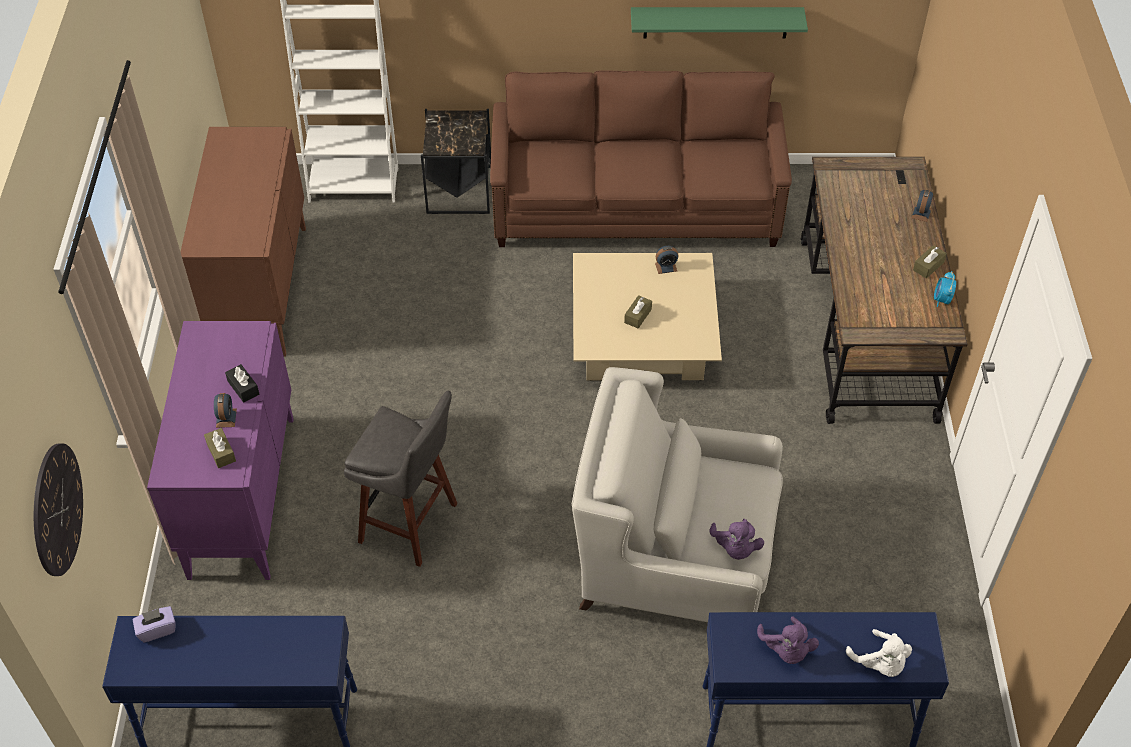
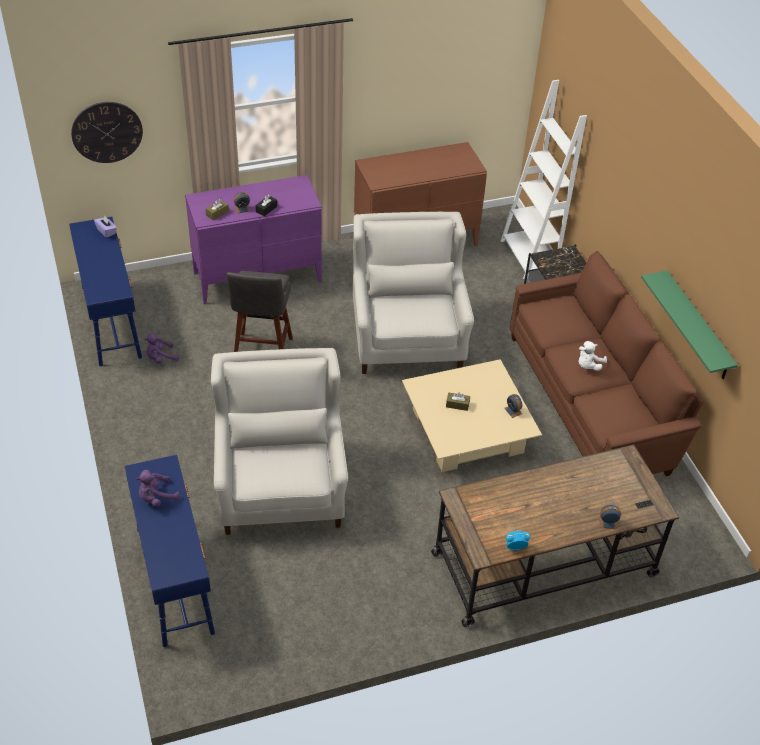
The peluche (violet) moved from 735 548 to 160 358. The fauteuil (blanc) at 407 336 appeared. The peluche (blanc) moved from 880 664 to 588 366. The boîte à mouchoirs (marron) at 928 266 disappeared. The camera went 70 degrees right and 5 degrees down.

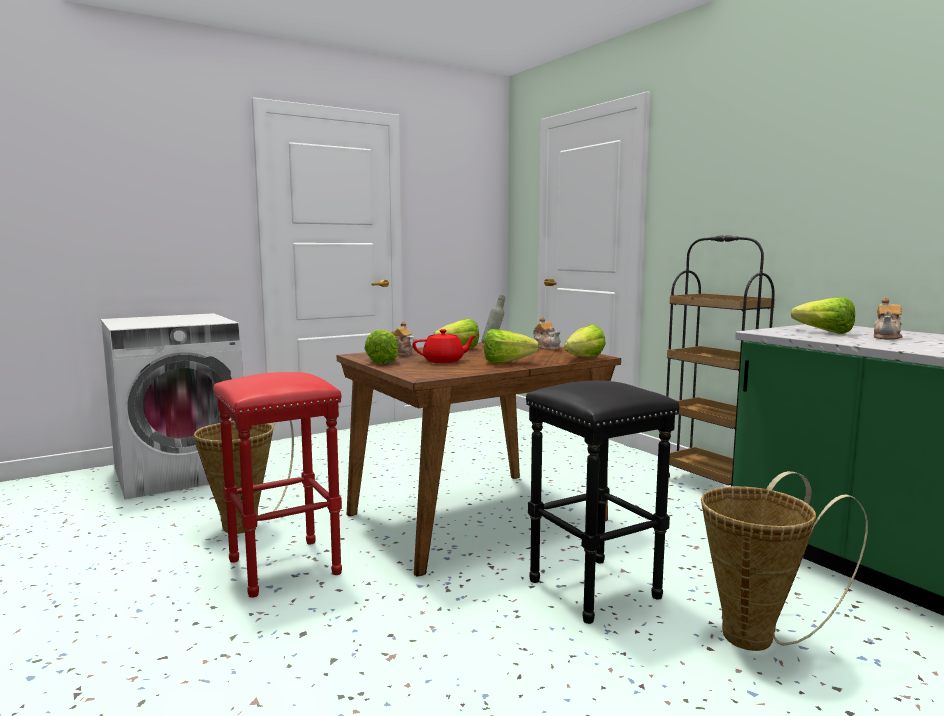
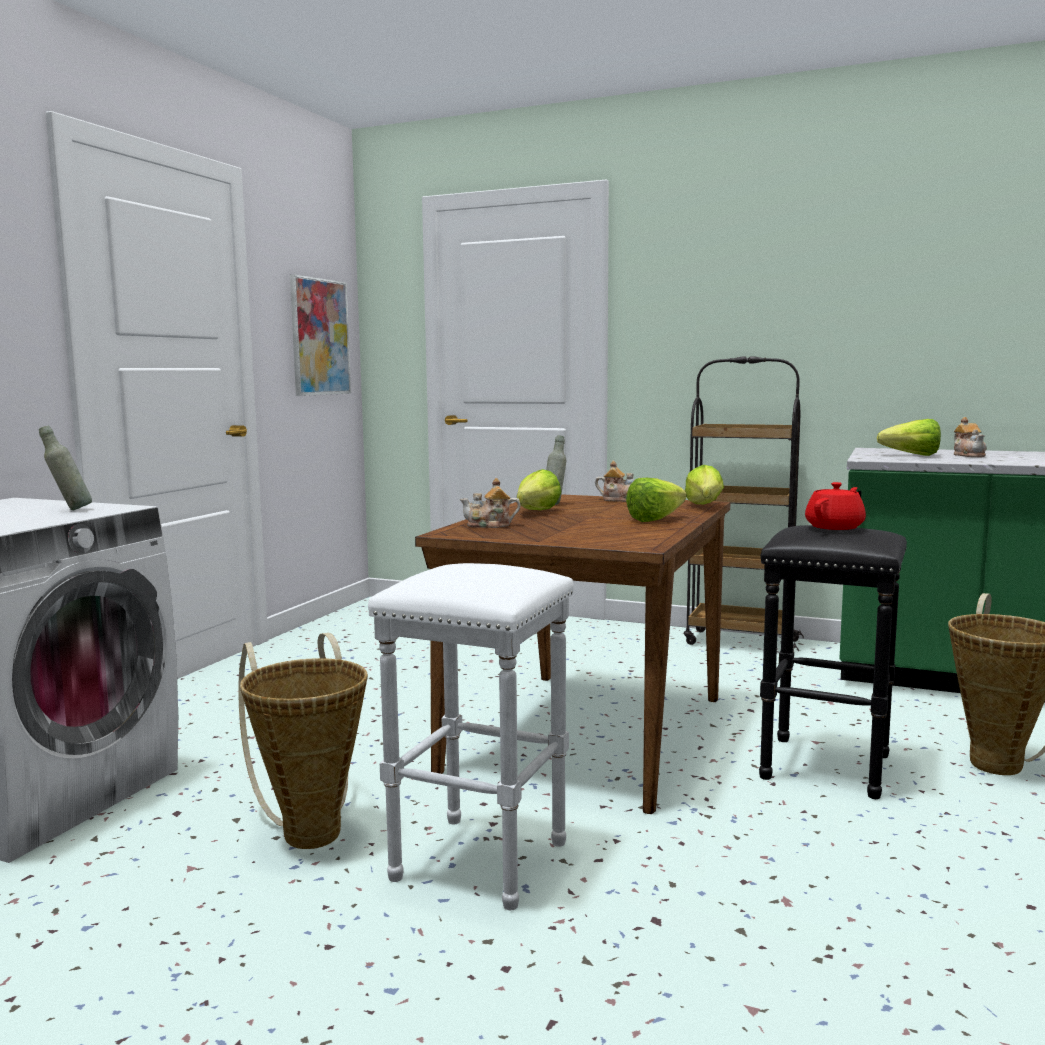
The bouteille (gris) at 69 510 appeared. The tableau at 319 337 appeared. The tabouret (rouge) at 281 566 became the tabouret (blanc) at 475 861. The théière (rouge) moved from 444 361 to 835 527. The laitue at 384 360 disappeared. The camera went 35 degrees left and 0 degrees up.

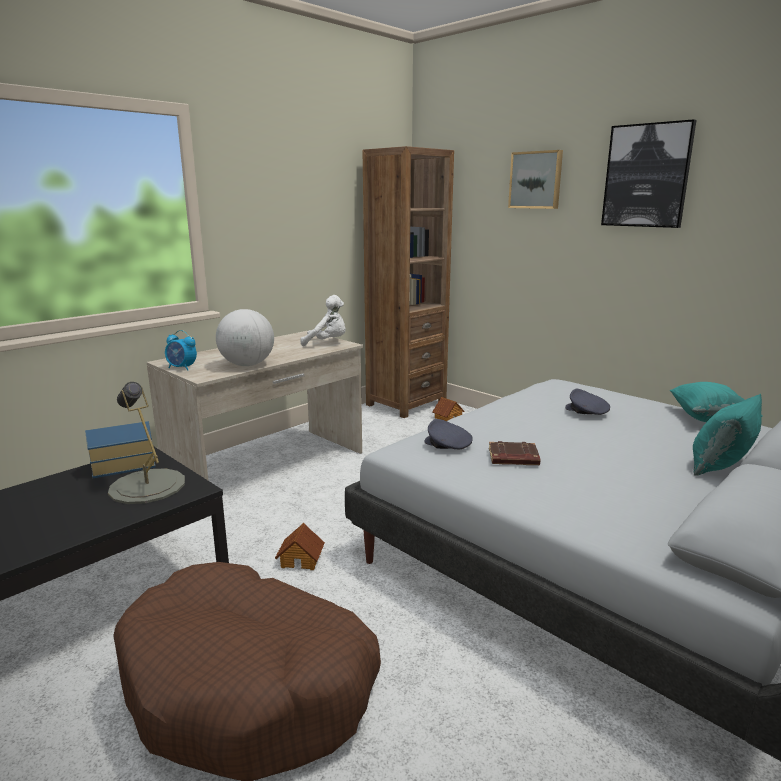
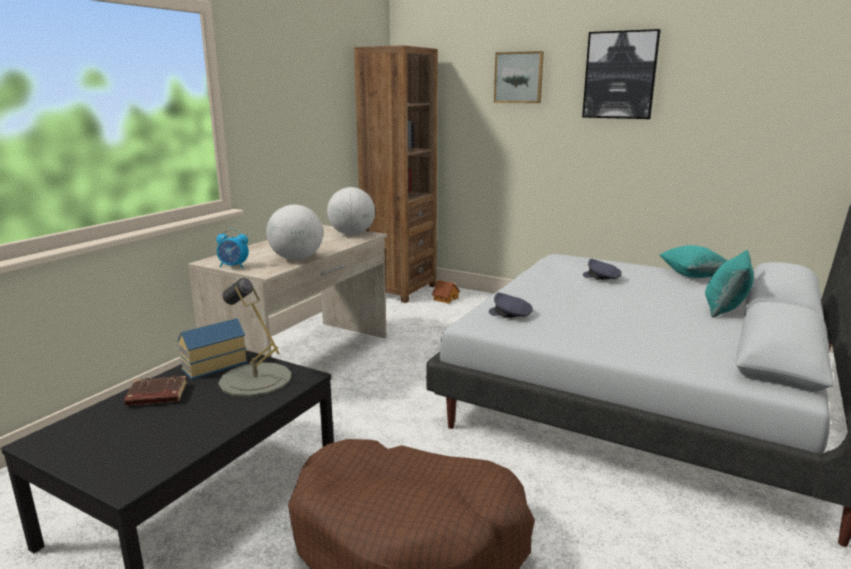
The livre (marron) moved from 513 458 to 156 396. The peluche (blanc) at 327 343 was replaced by the globe at 352 234. The maison miniature at 301 559 disappeared. The camera went 15 degrees left and 0 degrees up.

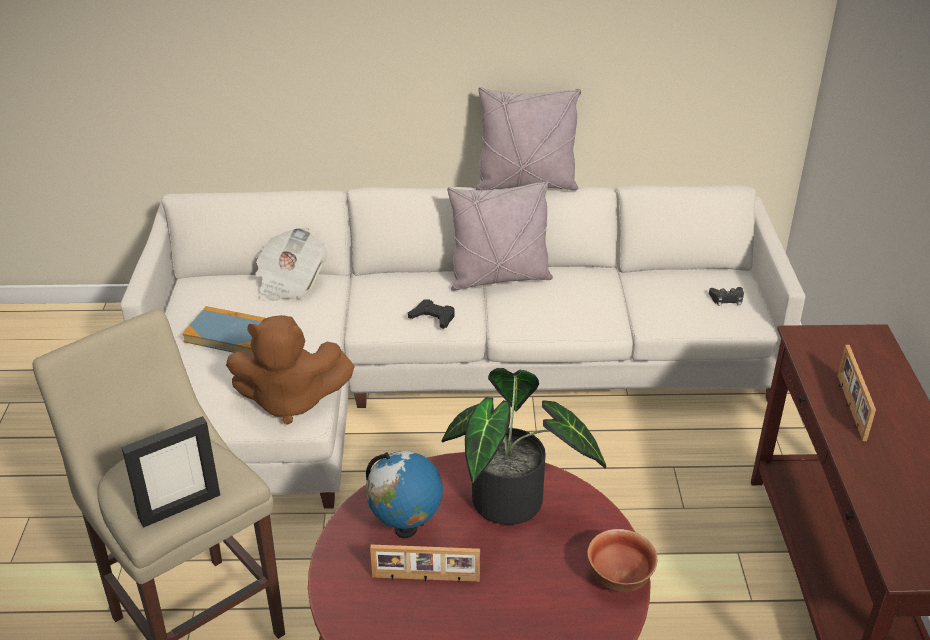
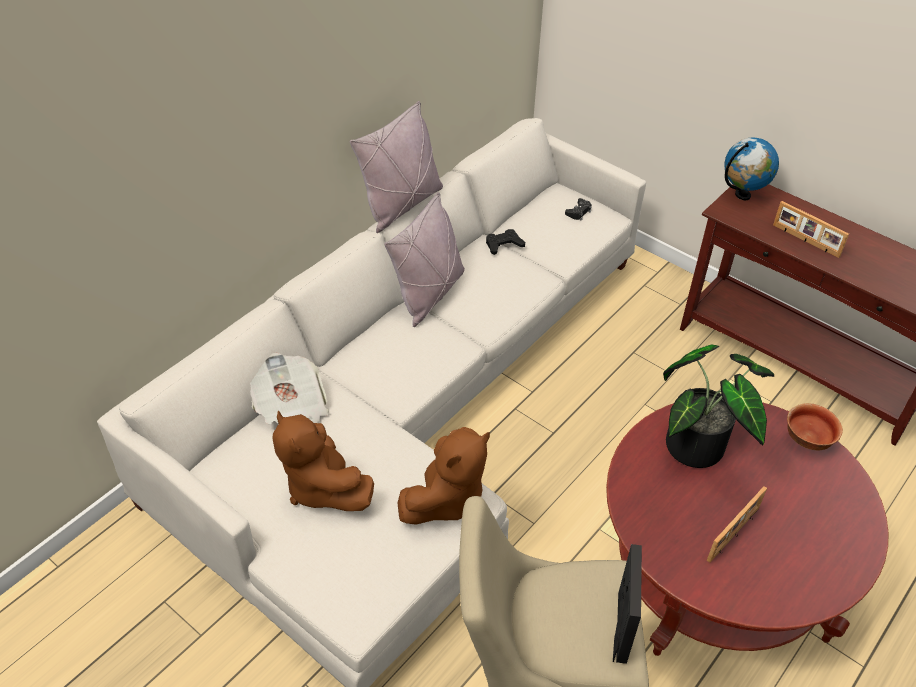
The livre at 232 335 was replaced by the peluche (marron) at 322 486. The manette (noir) moved from 433 317 to 503 245. The globe moved from 405 529 to 742 195. The camera went 50 degrees left and 10 degrees up.

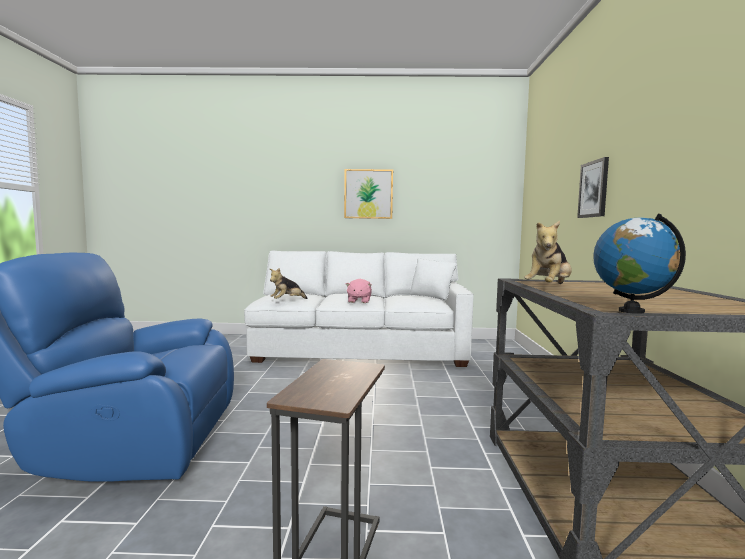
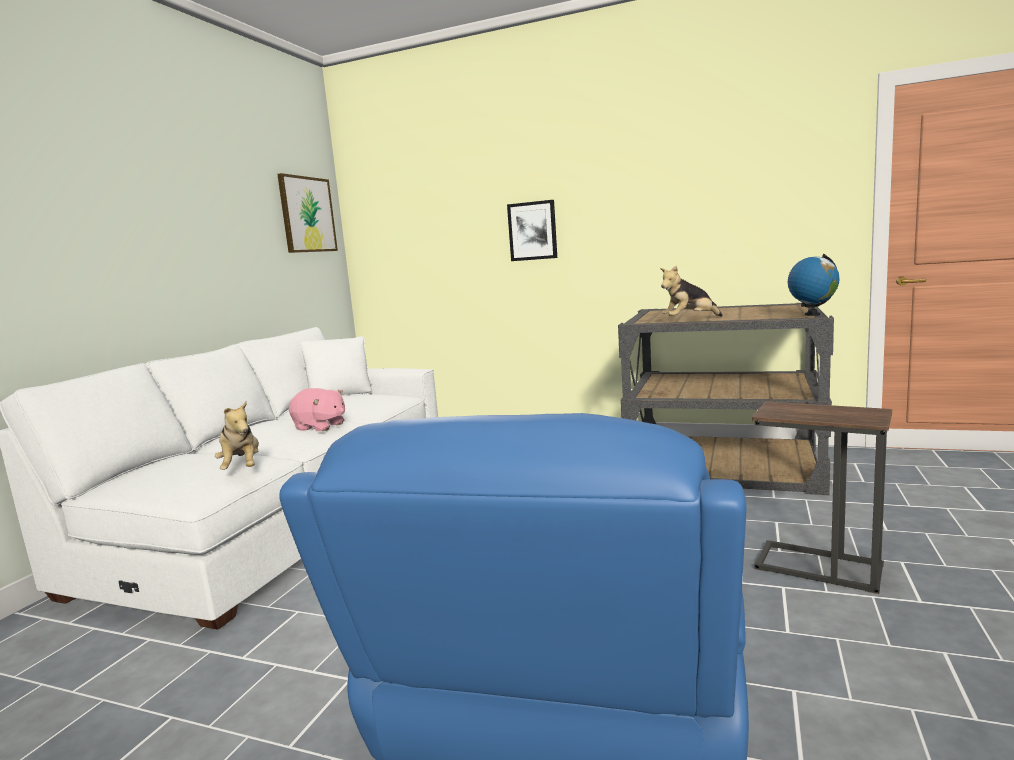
The tableau moved from 368 194 to 307 214. The peluche at 549 288 turned 105 degrees clockwise. The camera went 70 degrees left and 5 degrees up.

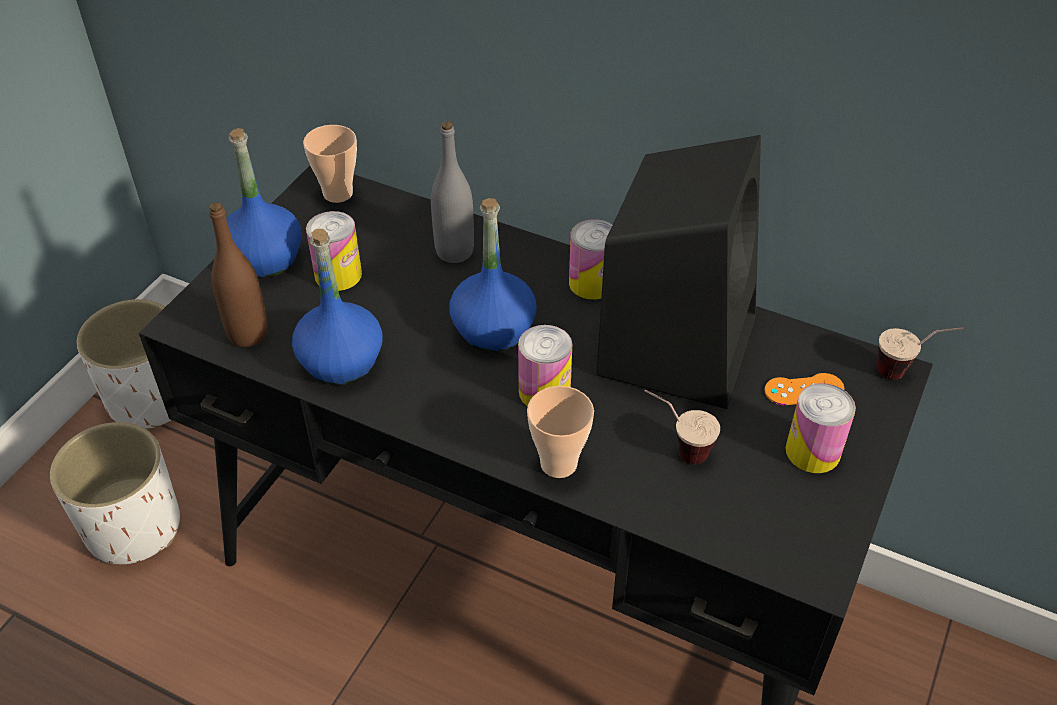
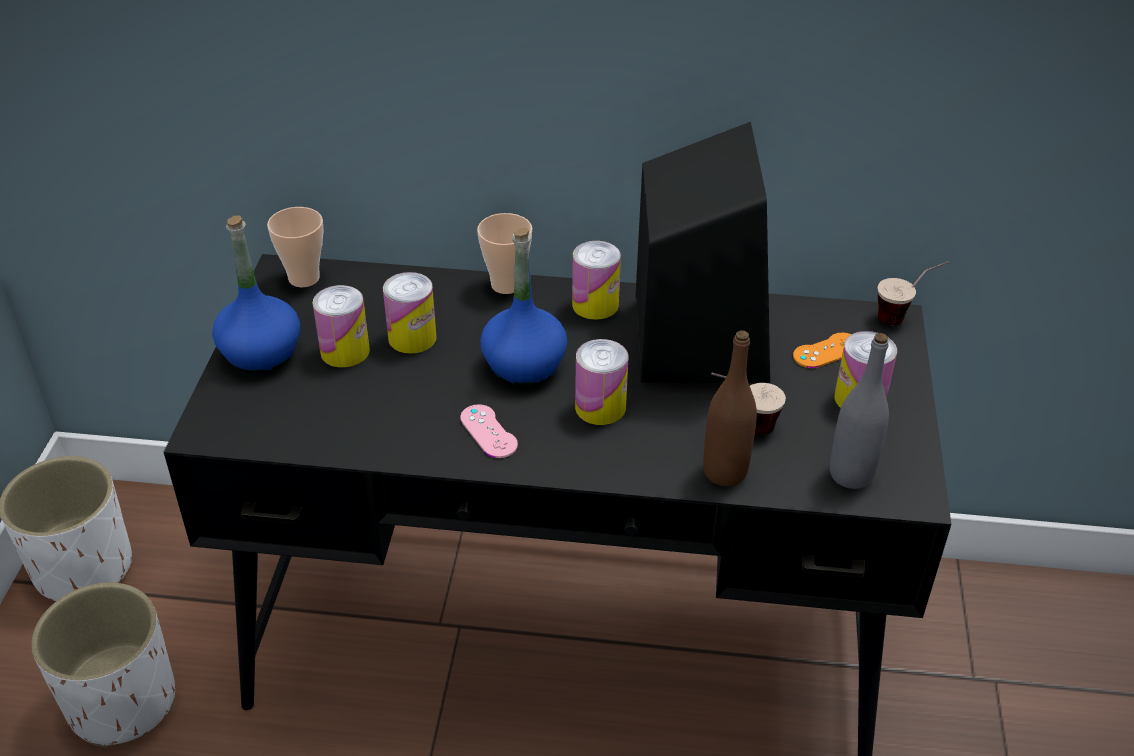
The boîte métallique at 412 338 appeared. The manette (rose) at 488 431 appeared. The tasse moved from 558 463 to 506 285. The bouteille (marron) moved from 248 334 to 725 472. The bouteille (gris) moved from 454 251 to 851 474. The bouteille (bleu) at 341 361 disappeared. The camera went 20 degrees left and 5 degrees down.

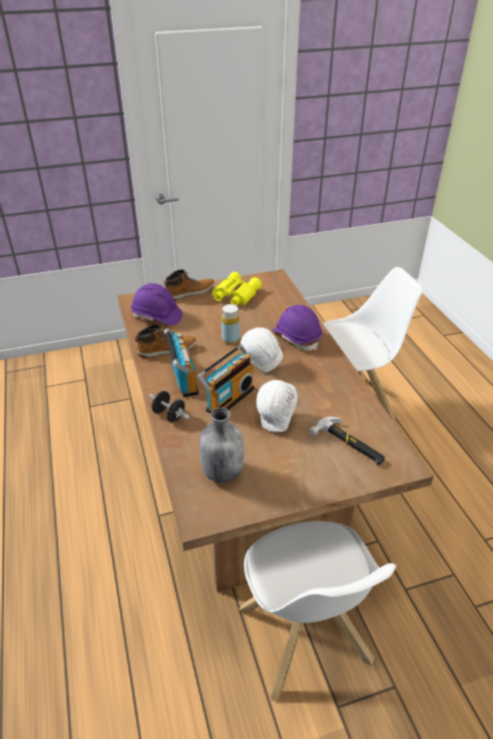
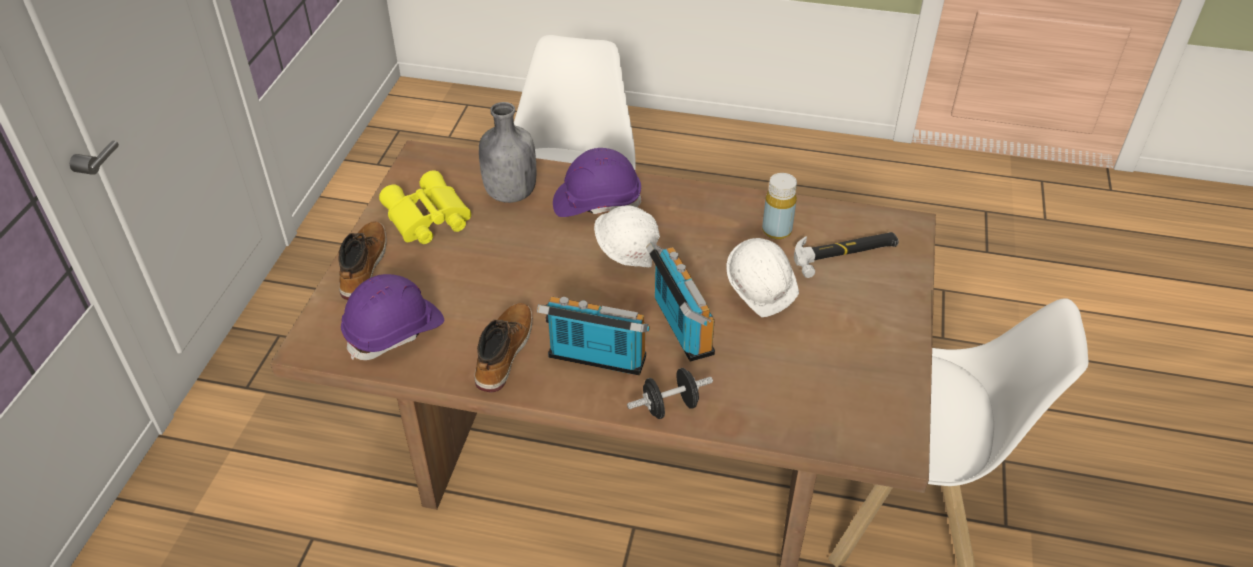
The bouteille (gris) moved from 222 471 to 509 193. The bouteille (jaune) moved from 230 339 to 776 231. The camera went 60 degrees left and 5 degrees up.

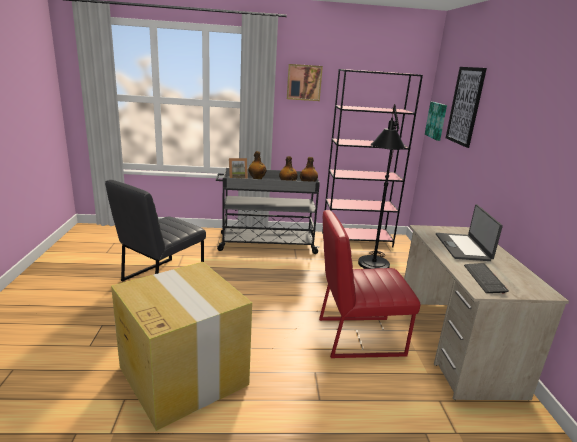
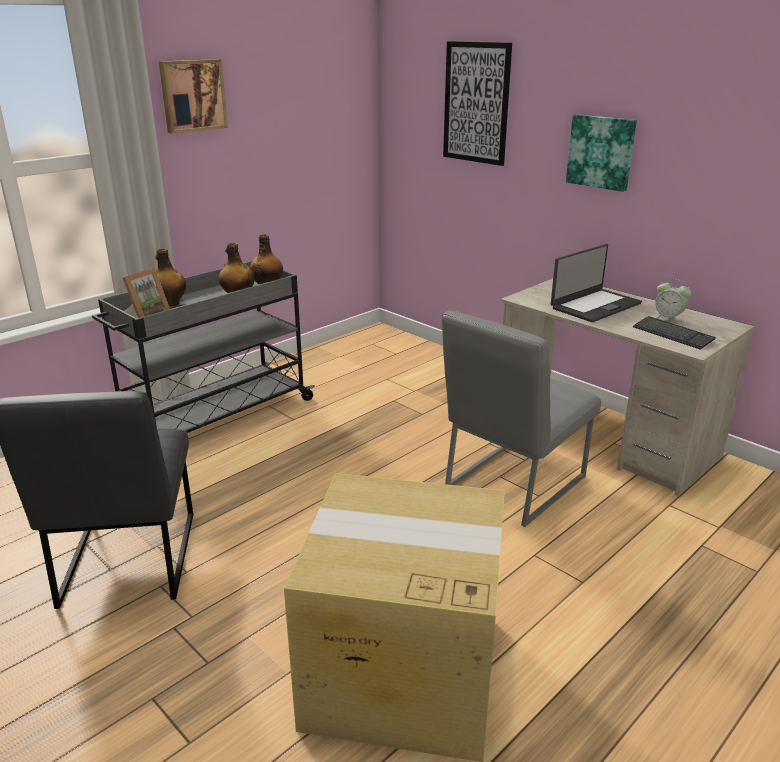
The chaise (rouge) at 357 336 became the chaise (gris) at 512 483. The ordinateur portable at 463 247 turned 90 degrees counterclockwise. The tableau moved from 437 120 to 601 152. The réveil at 668 318 appeared. The bibliothèque (rose) at 357 239 disappeared. The lampadaire (noir) at 372 268 disappeared. The camera went 40 degrees left and 5 degrees up.

